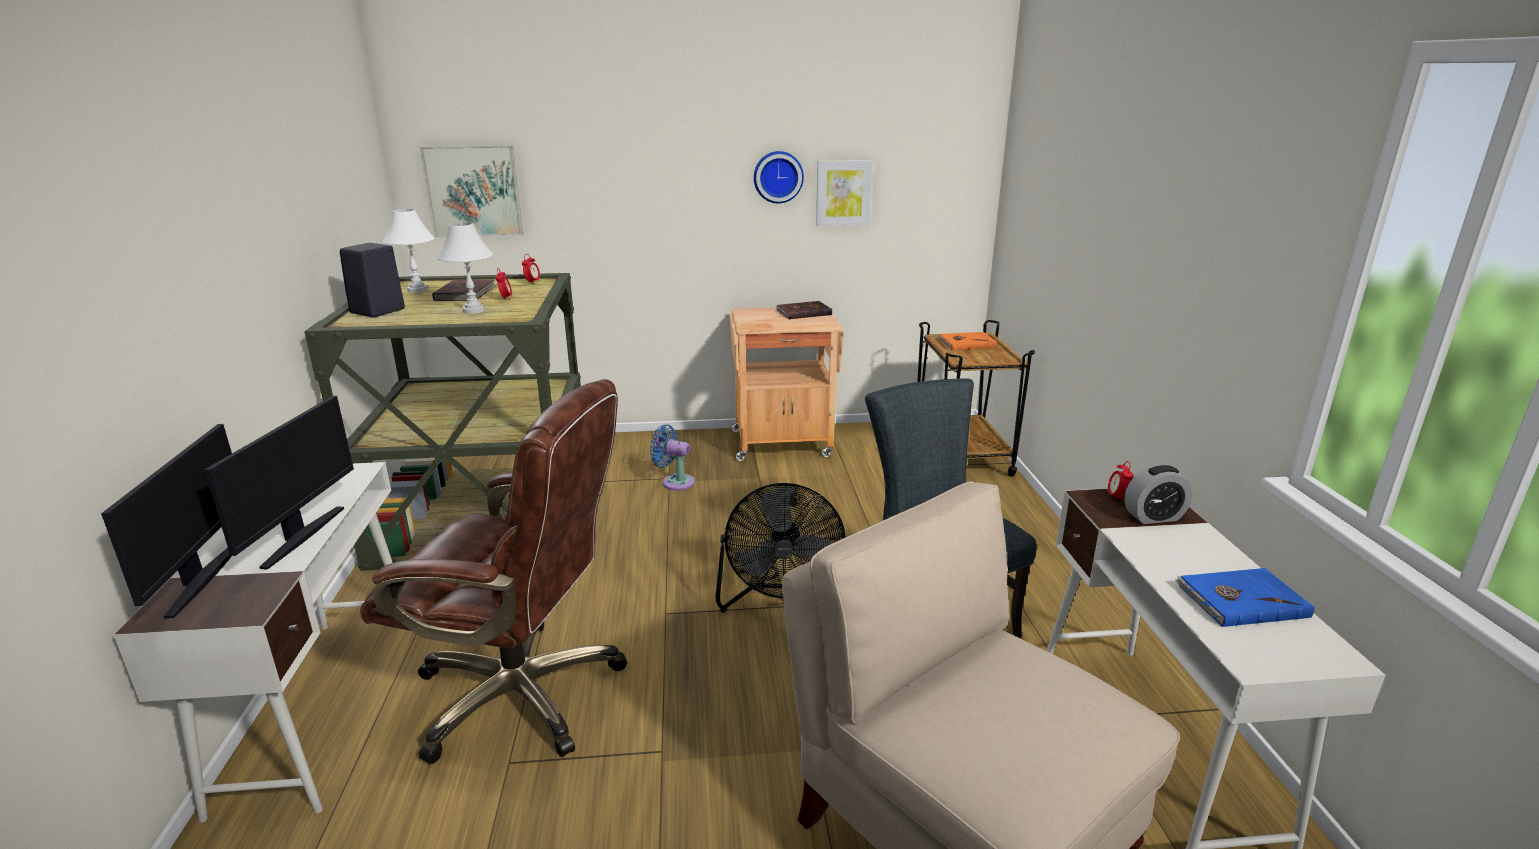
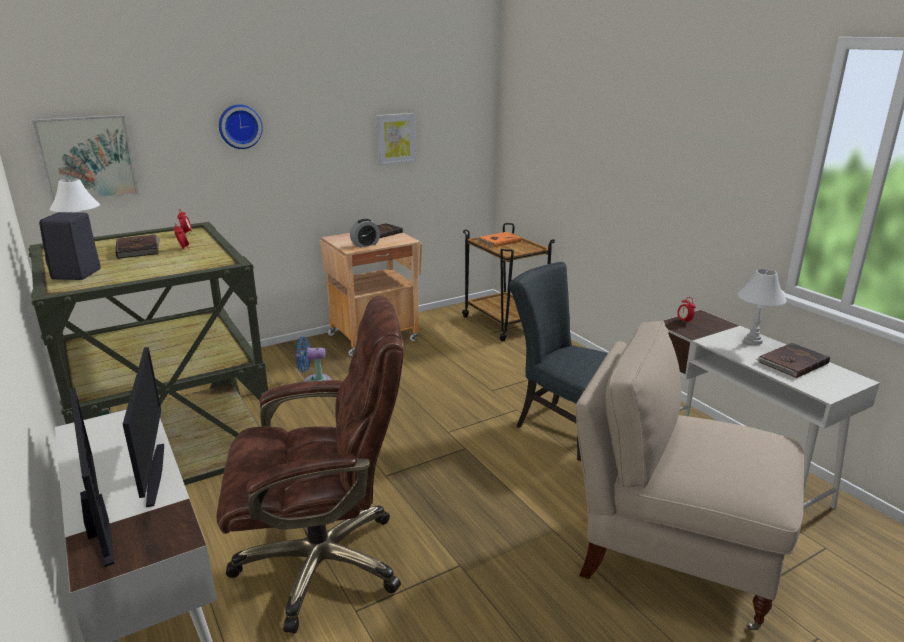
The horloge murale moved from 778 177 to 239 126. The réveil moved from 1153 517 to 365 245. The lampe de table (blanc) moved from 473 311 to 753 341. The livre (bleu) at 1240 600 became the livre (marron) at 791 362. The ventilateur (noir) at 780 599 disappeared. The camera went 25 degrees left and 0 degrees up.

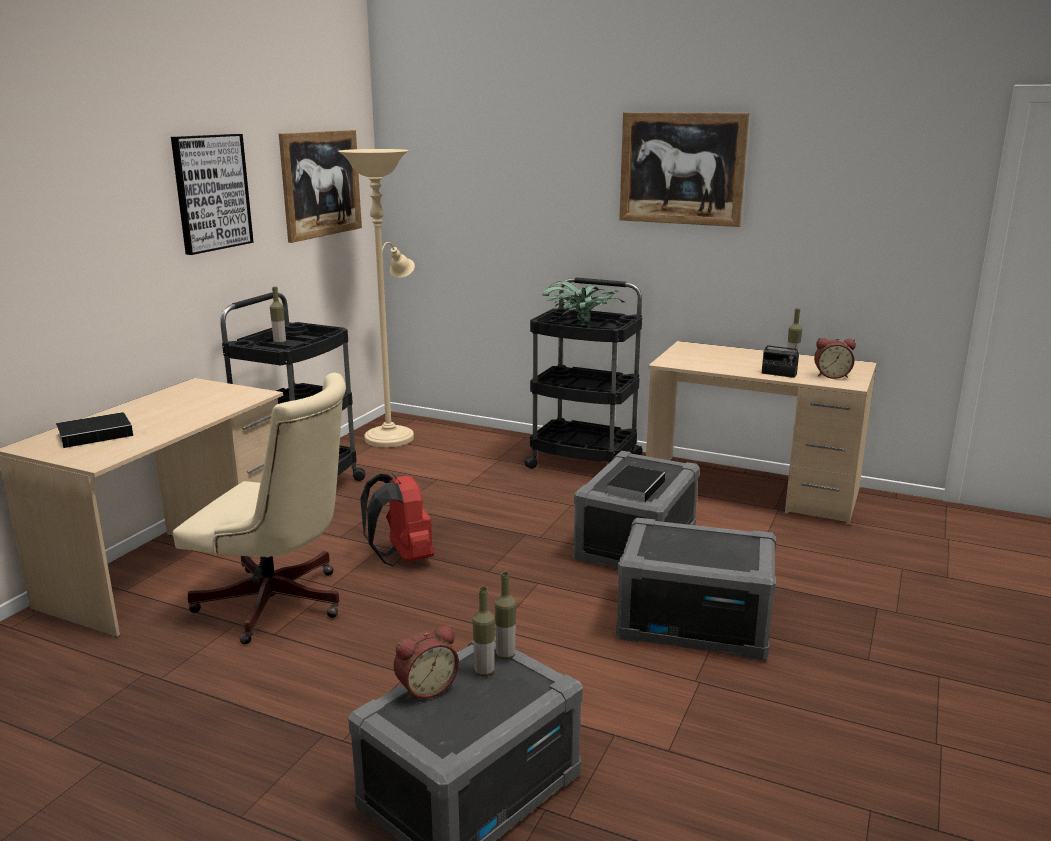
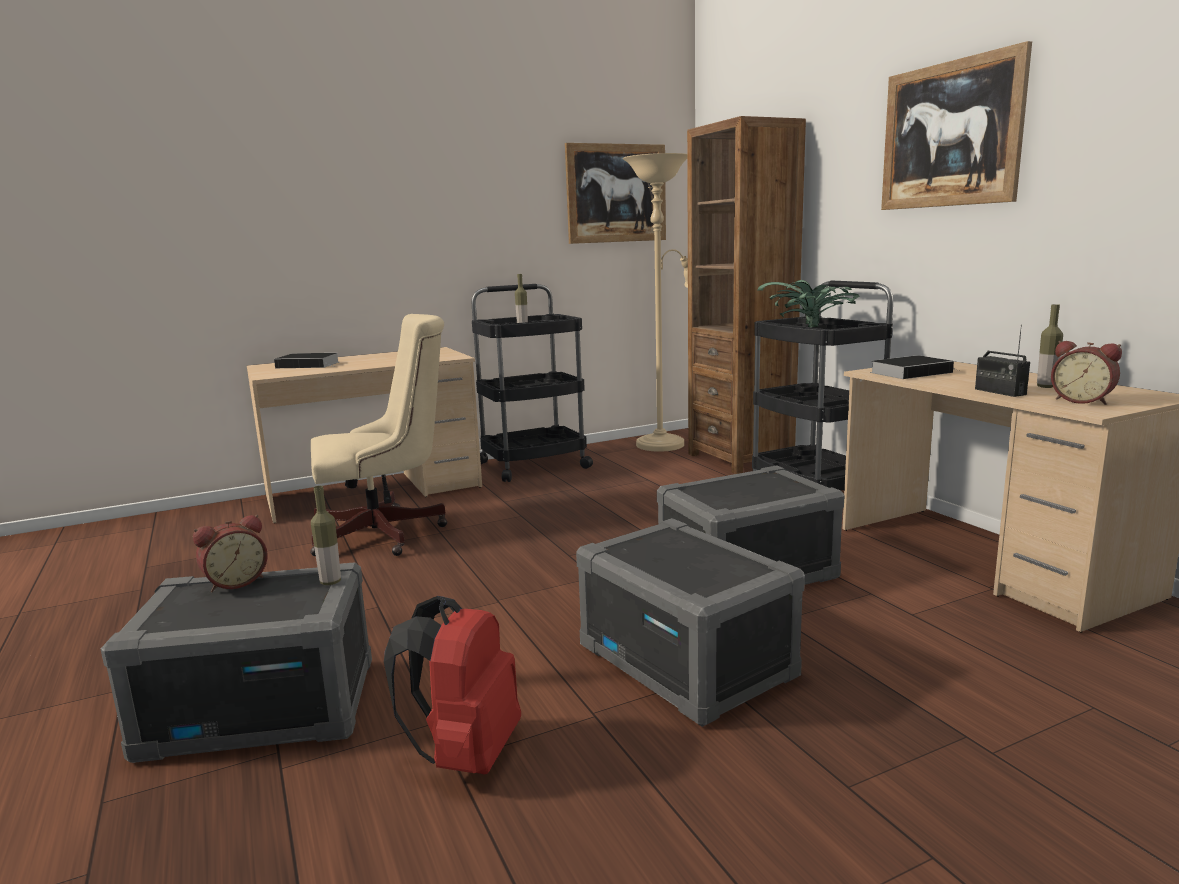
The réveil at 425 687 turned 45 degrees counterclockwise. The chaise de bureau (beige) at 280 605 turned 75 degrees counterclockwise. The sac à dos (rouge) moved from 402 558 to 465 754. The bibliothèque (marron) at 740 458 appeared. The livre moved from 635 487 to 912 372. The tableau at 211 192 disappeared. The bouteille at 484 672 disappeared. The camera went 40 degrees right and 5 degrees down.

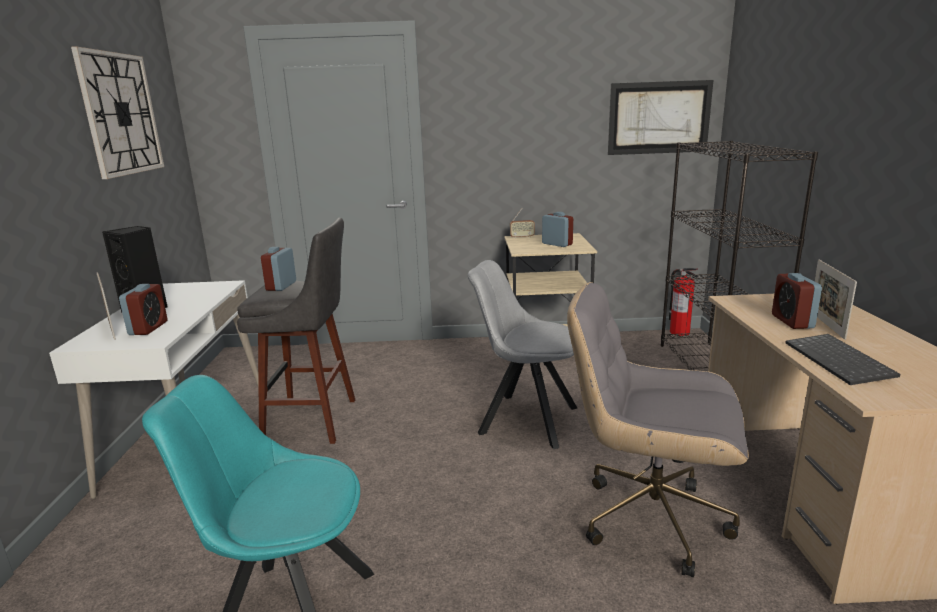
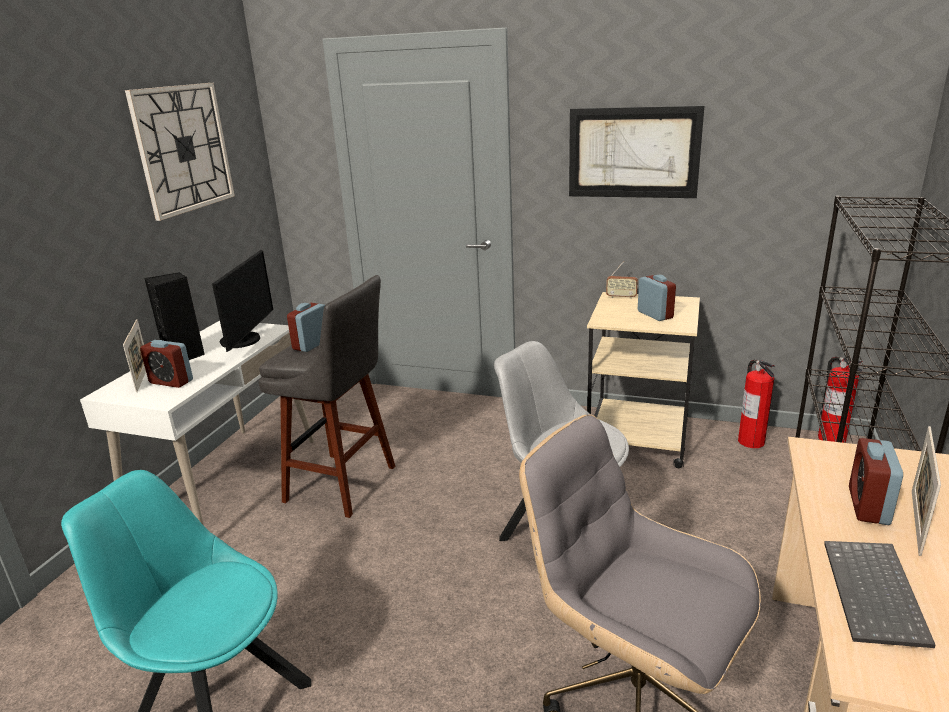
The réveil at 148 328 turned 90 degrees clockwise. The écran d'ordinateur at 245 340 appeared. The tableau moved from 659 118 to 633 153. The extincteur at 750 441 appeared. The camera went 20 degrees right and 5 degrees up.

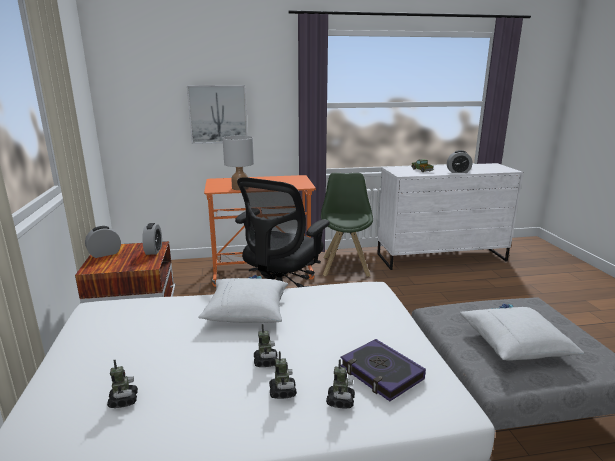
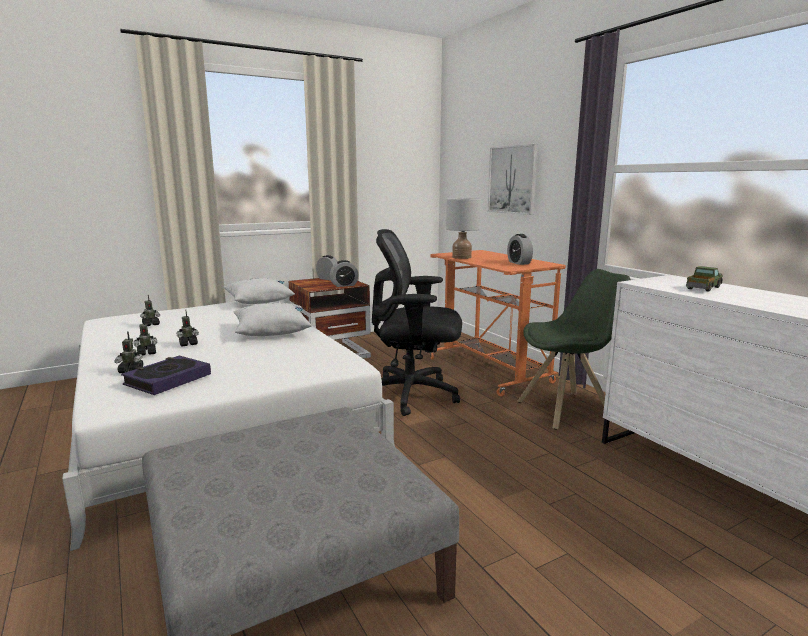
The coussin (gris) moved from 515 346 to 259 301. The réveil moved from 458 172 to 519 263. The camera went 70 degrees right and 5 degrees down.

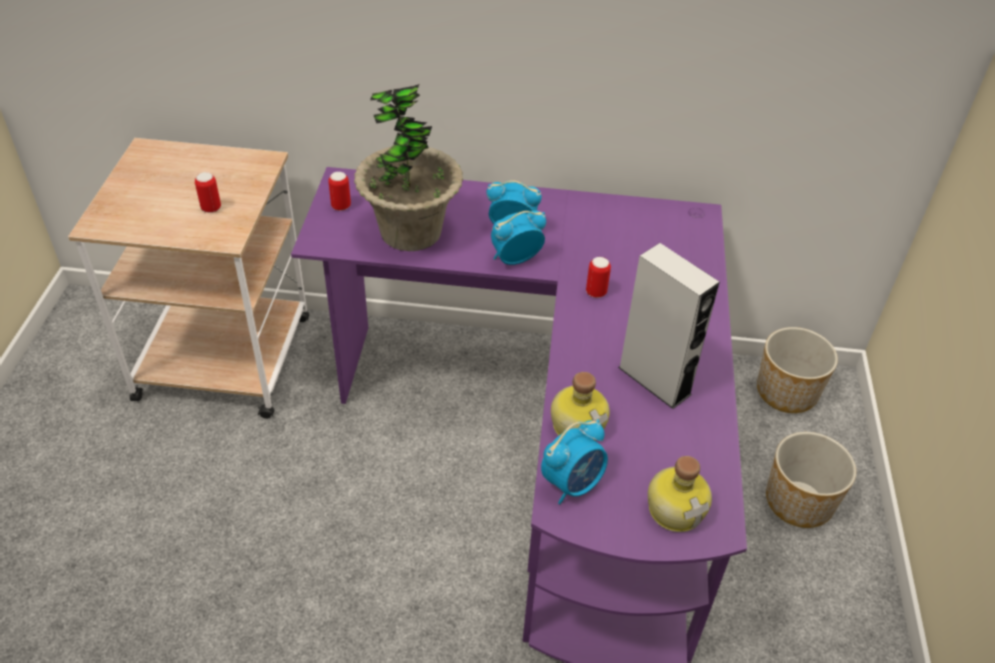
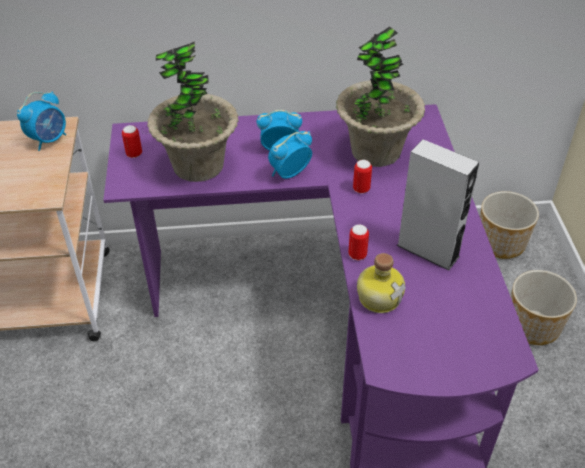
The réveil moved from 572 483 to 49 140. The plante en pot at 375 151 appeared. The boîte métallique moved from 211 208 to 357 255. The bouteille at 676 508 disappeared. The camera went 10 degrees left and 0 degrees up.

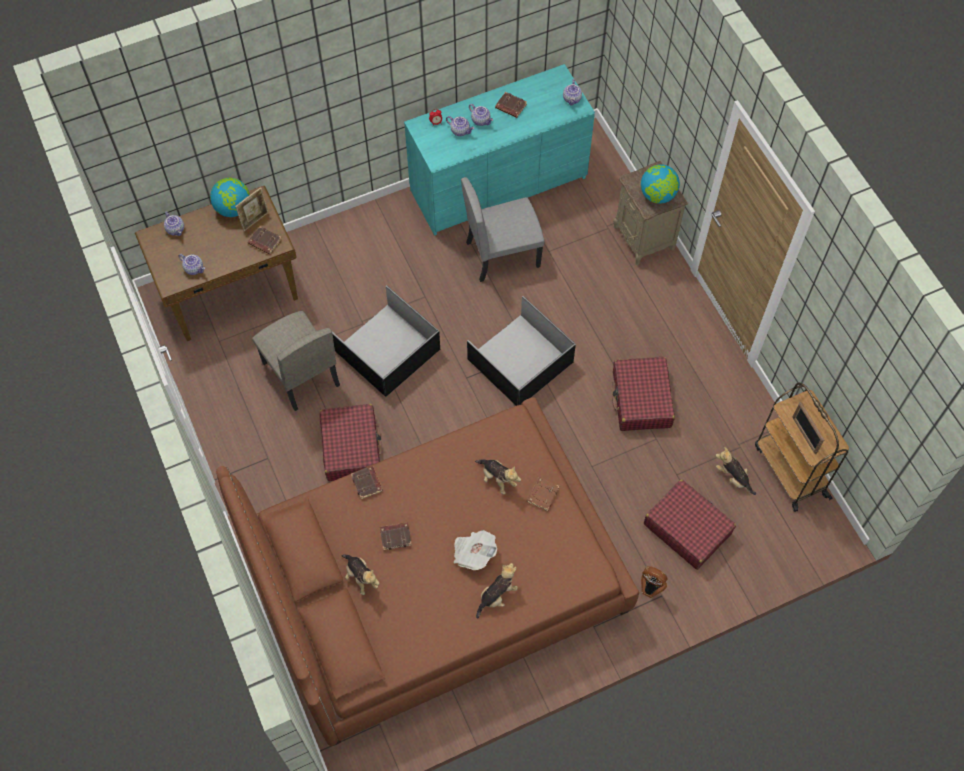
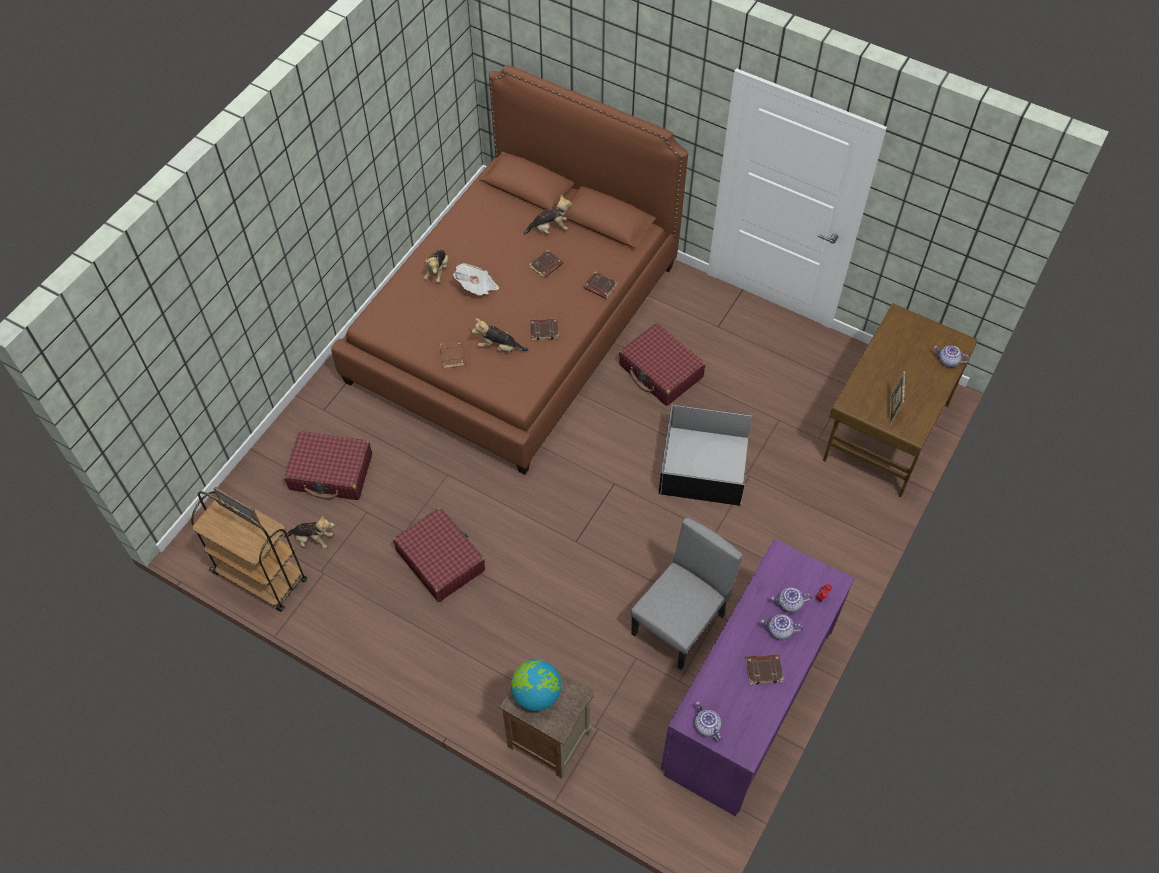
The peluche at 360 577 turned 150 degrees clockwise. The livre (marron) moved from 264 242 to 544 330. The commode (turquoise) at 498 184 became the commode (violet) at 748 703. The théière at 194 268 disappeared. The globe at 233 208 disappeared. The chaise (beige) at 300 374 disappeared. The boîte de rangement (noir) at 521 359 disappeared. The ventilateur at 651 586 disappeared. The camera went 145 degrees right and 5 degrees down.

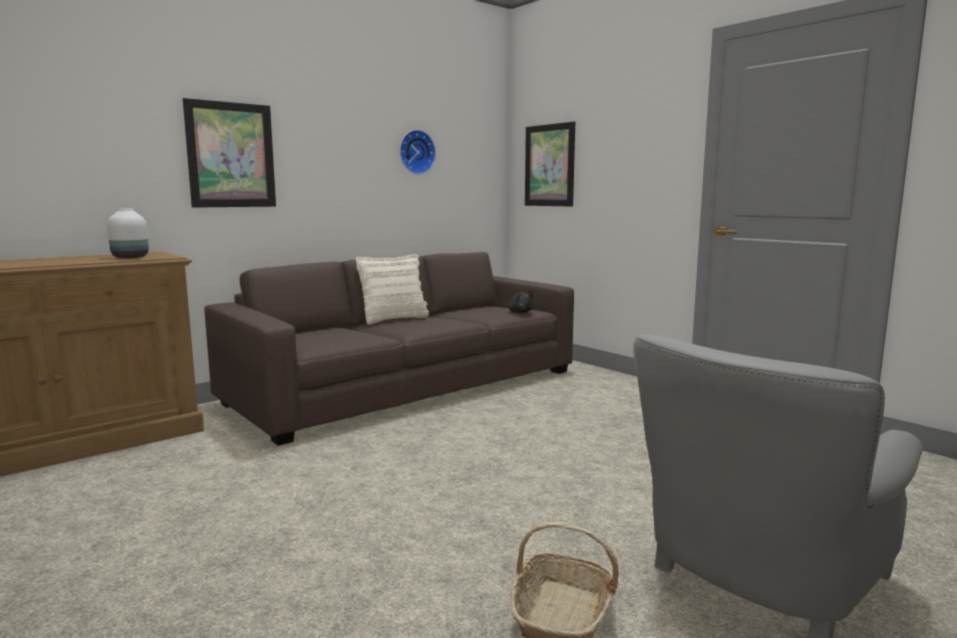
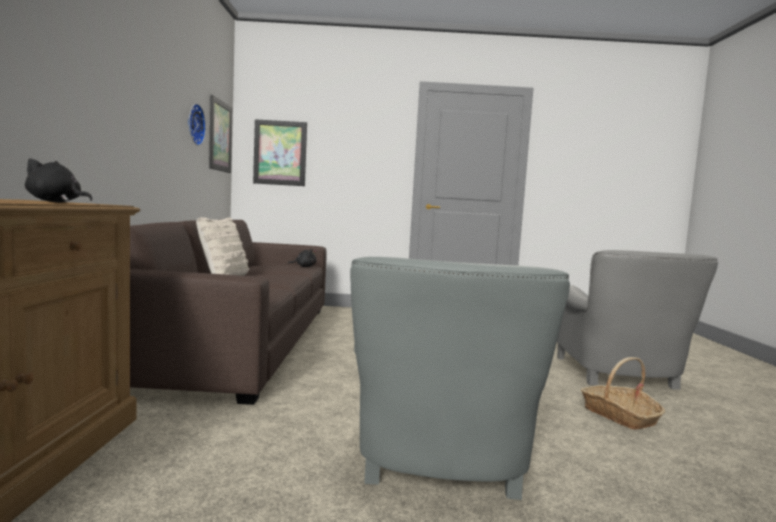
The vase (blanc) at 129 257 was replaced by the peluche (noir) at 56 202. The tableau moved from 231 155 to 220 136. The fauteuil (gris) at 440 463 appeared. The camera went 50 degrees left and 5 degrees down.

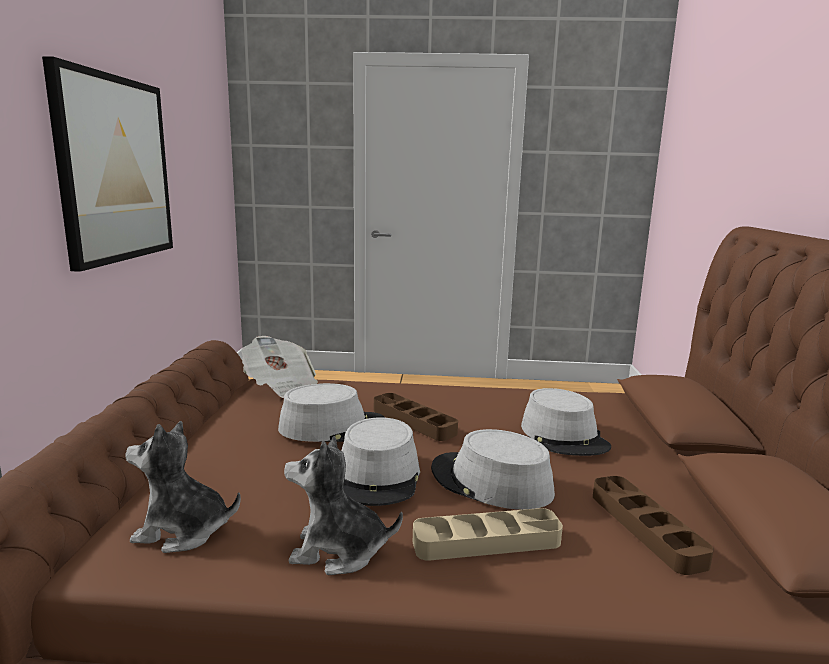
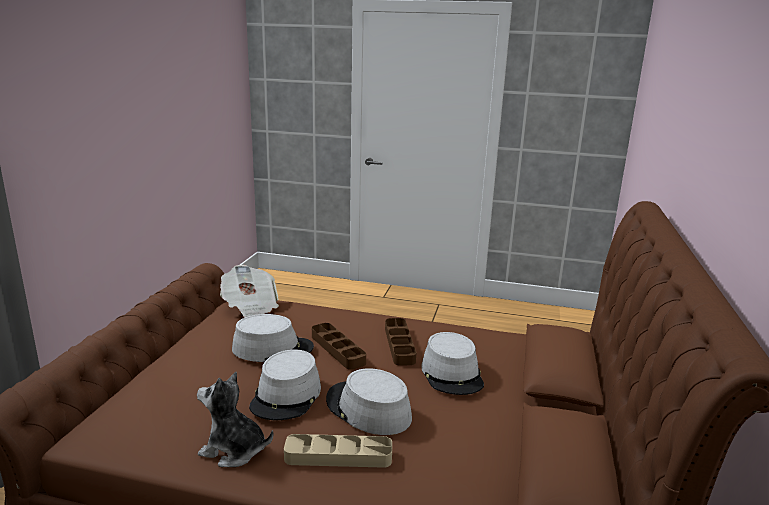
The plateau (marron) moved from 645 528 to 399 345. The tableau at 115 169 disappeared. The peluche at 183 531 disappeared. The camera went 10 degrees right and 5 degrees up.

